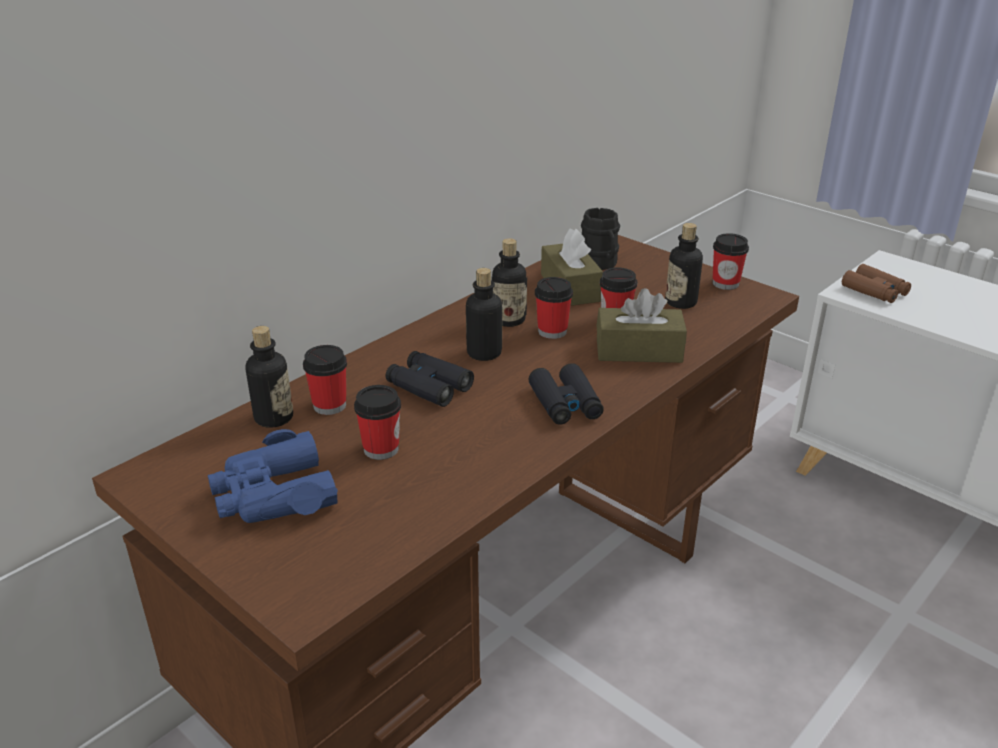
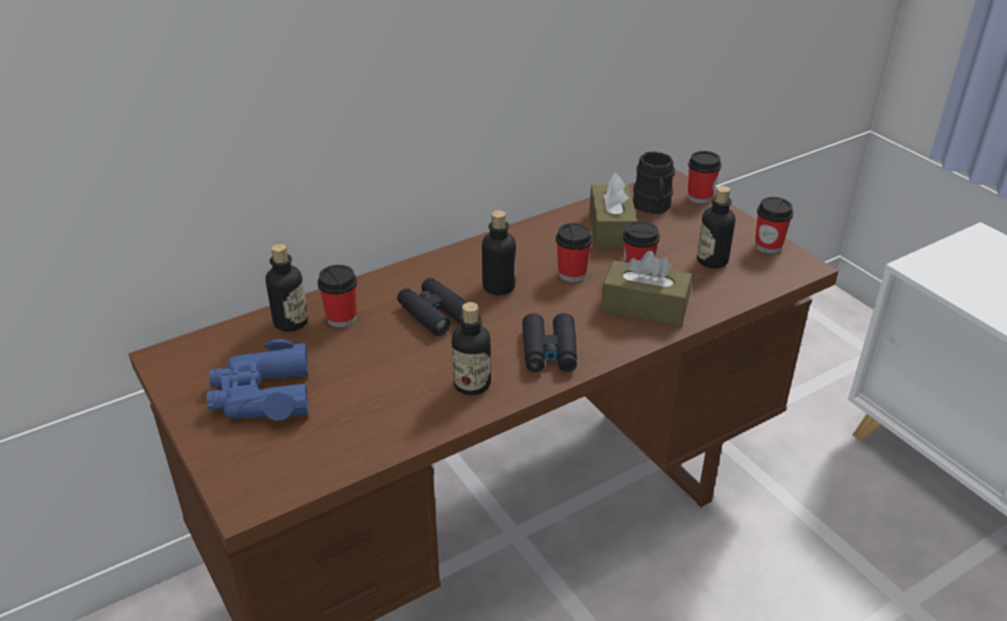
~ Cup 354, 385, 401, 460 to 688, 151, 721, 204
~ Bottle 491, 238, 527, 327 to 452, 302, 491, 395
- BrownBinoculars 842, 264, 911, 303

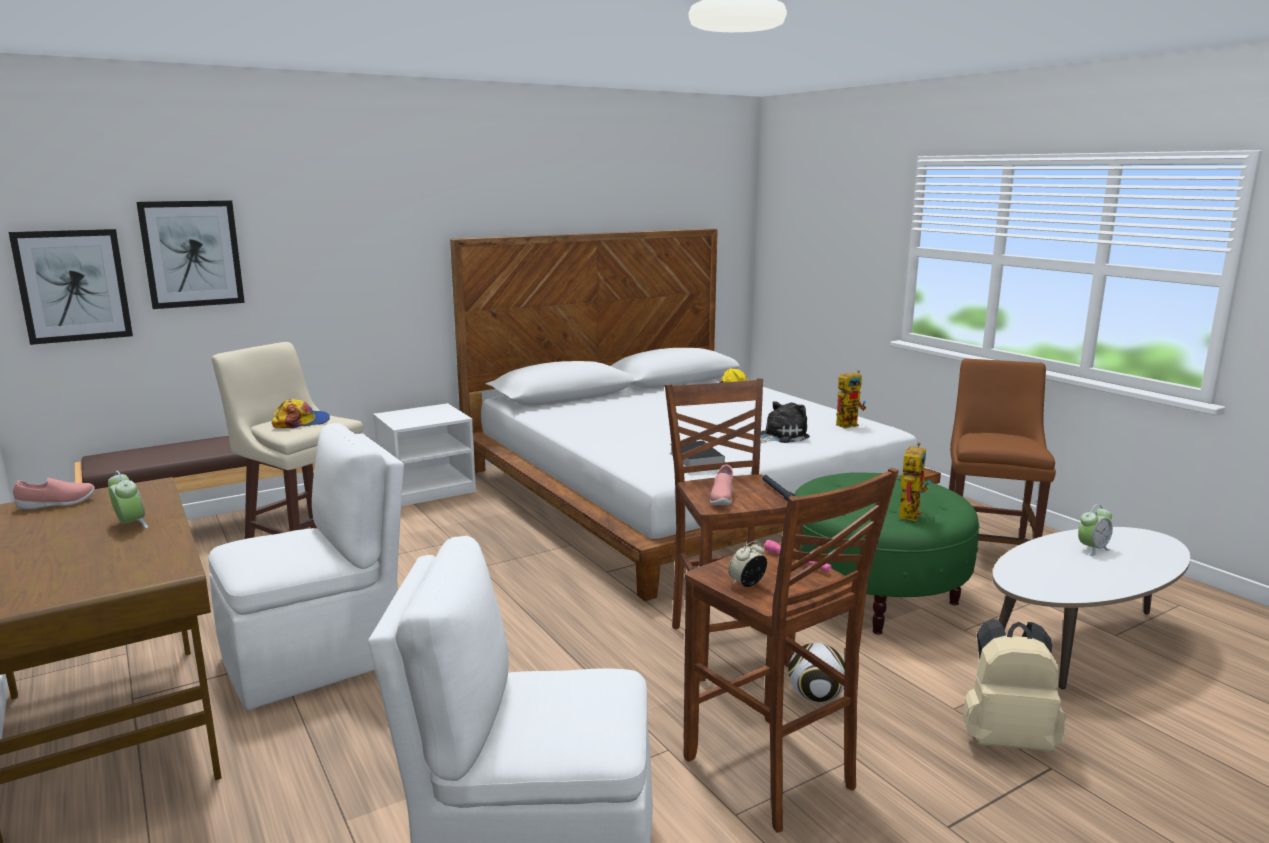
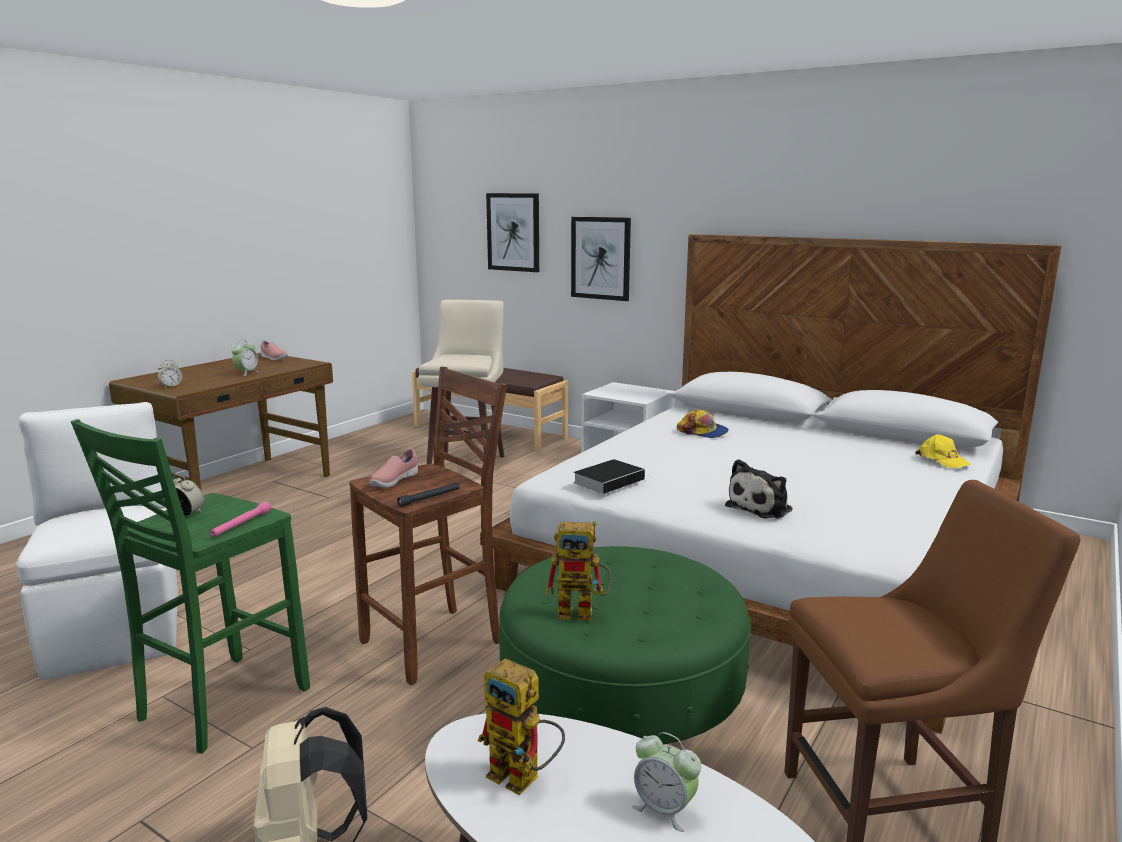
~ Picture 9, 229, 133, 345 to 571, 217, 631, 301
- WhiteChair 208, 423, 404, 710
~ Cap 272, 399, 330, 428 to 677, 409, 729, 438
~ BrownStool 683, 468, 899, 833 to GreenStool 71, 419, 310, 754
~ PinkShoe 710, 464, 733, 505 = 369, 449, 418, 488 45 degrees counterclockwise
~ PlushToy 761, 401, 810, 443 = 725, 459, 793, 519 105 degrees clockwise
- Football 788, 643, 845, 703
~ ToyRobot 836, 370, 866, 428 to 478, 659, 565, 795
+ AlarmClock 158, 360, 182, 388

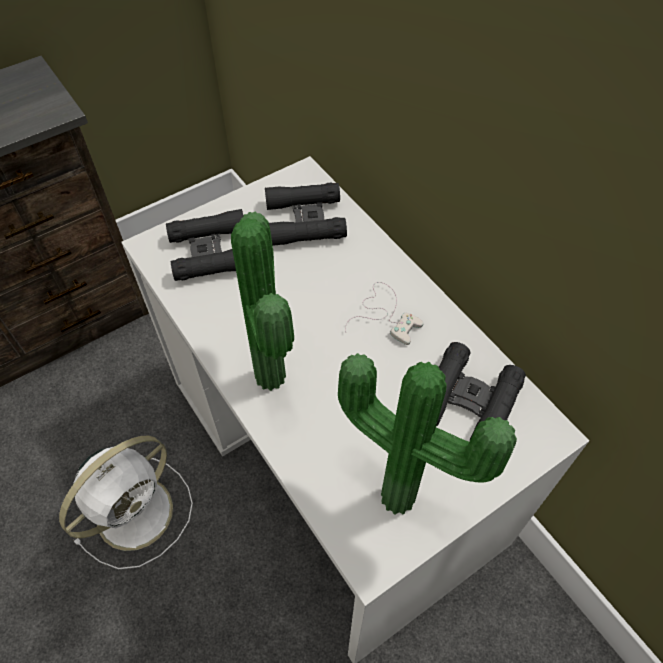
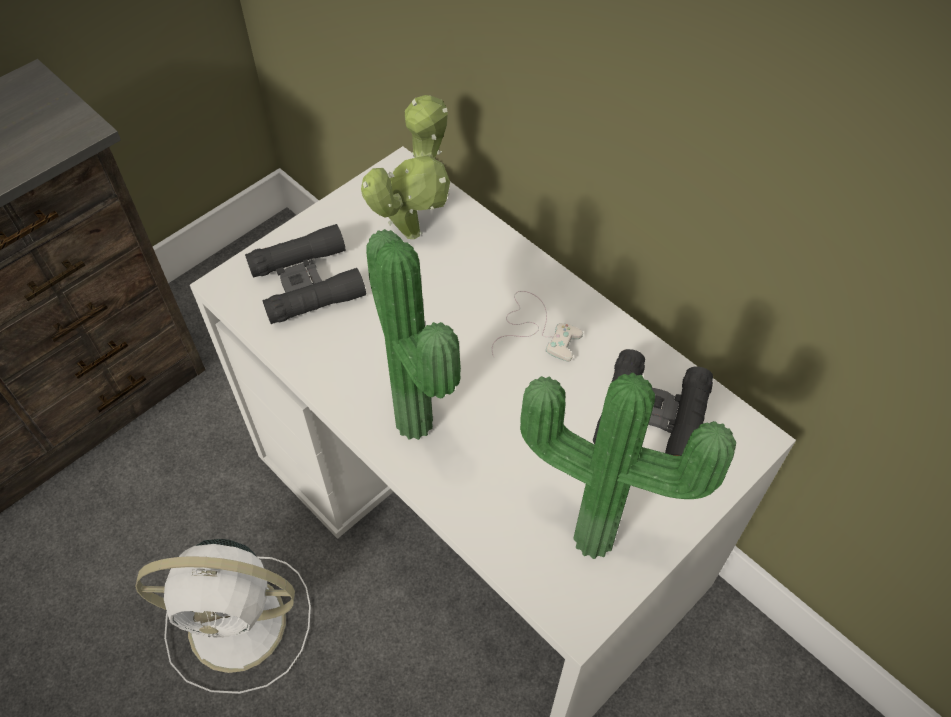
~ WhiteFan 59, 436, 193, 569 = 135, 539, 311, 694 60 degrees clockwise
~ BlackBinoculars 265, 183, 347, 246 to PottedPlant 361, 95, 450, 239

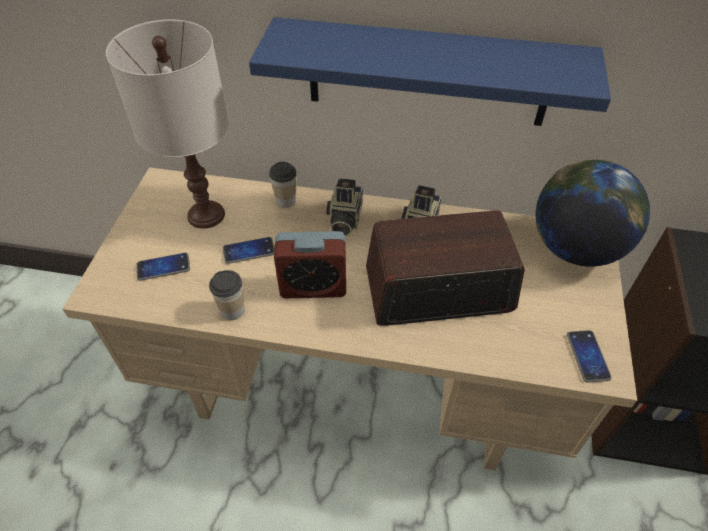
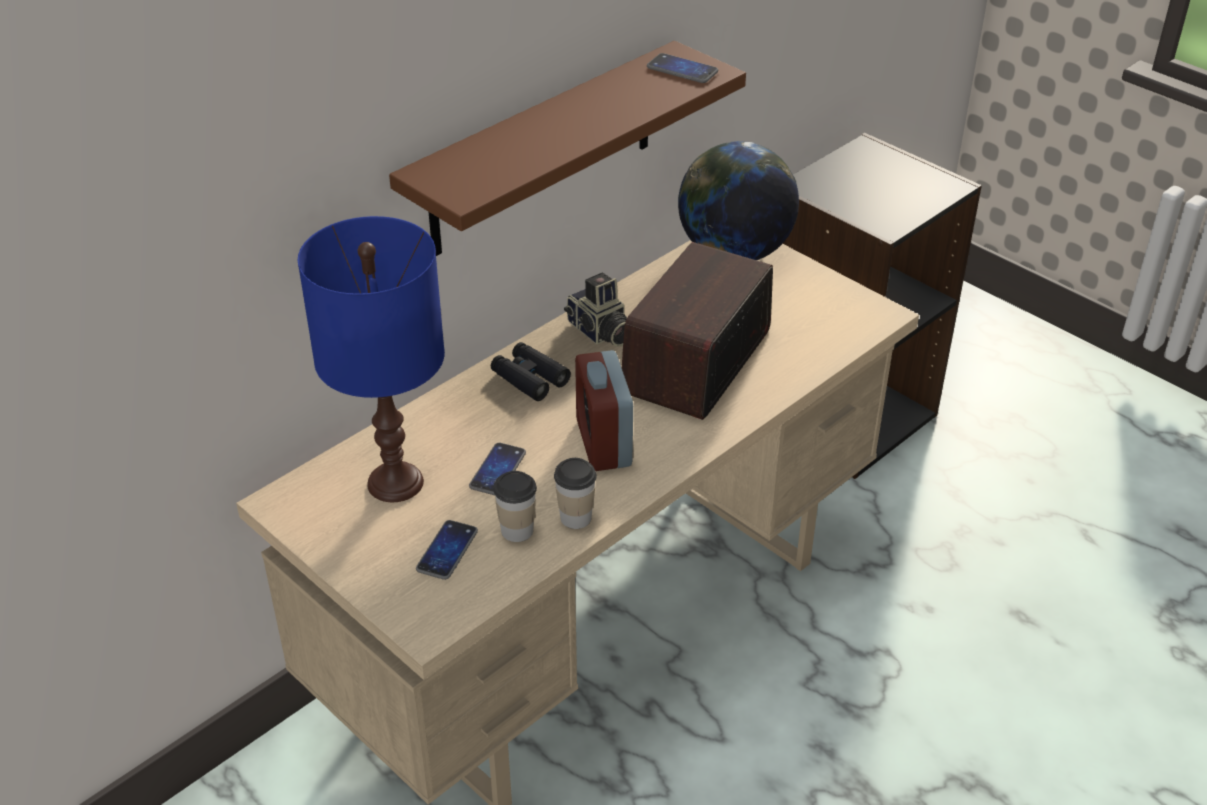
~ WhiteTableLamp 106, 19, 229, 229 to BlueTableLamp 298, 216, 445, 502
~ BlueShelf 249, 17, 611, 126 to BrownShelf 389, 41, 746, 256
~ Cup 269, 162, 297, 208 to 493, 471, 537, 542
~ AlarmClock 274, 231, 346, 298 = 575, 350, 633, 471 135 degrees clockwise
~ PhotoCamera 326, 178, 363, 237 to BlackBinoculars 491, 342, 571, 401
~ Phone 567, 330, 612, 383 to 647, 53, 718, 83

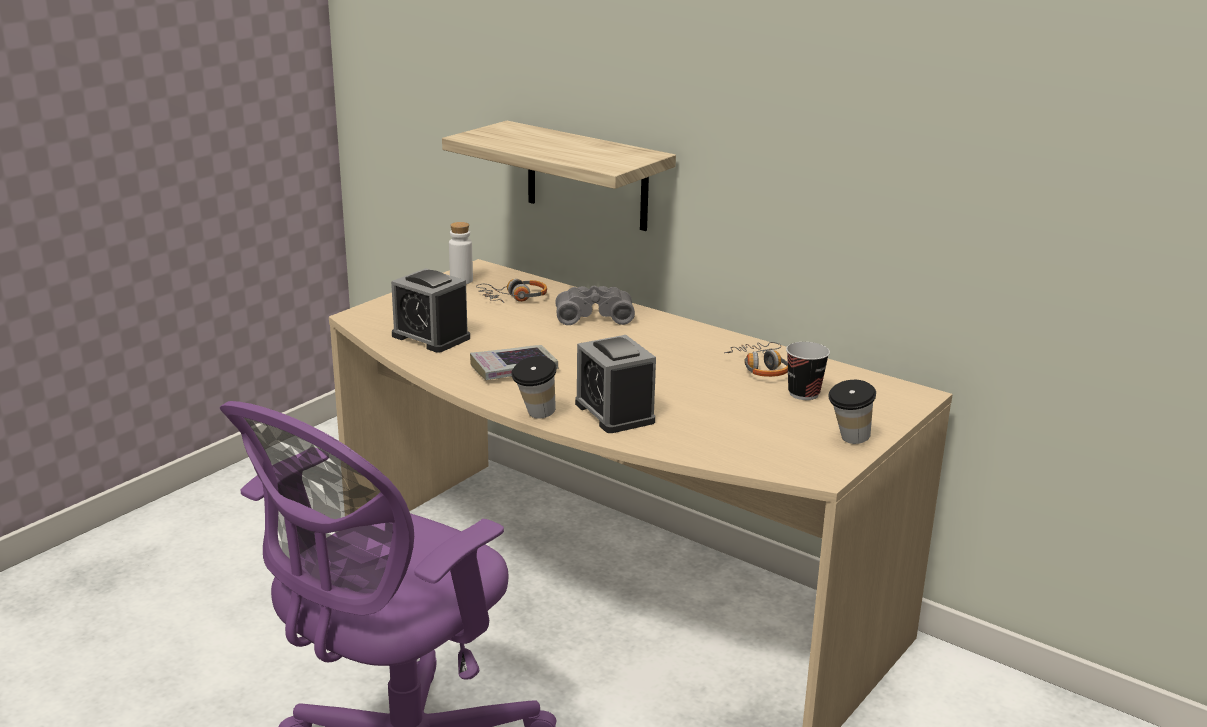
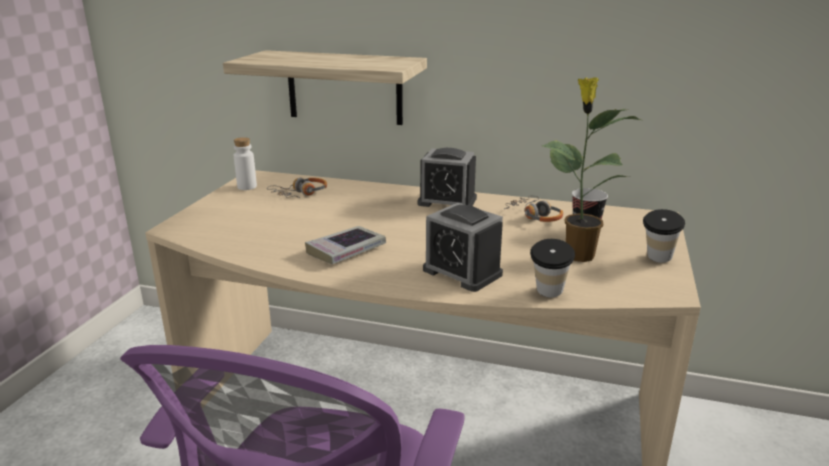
~ AlarmClock 391, 268, 470, 353 to 417, 148, 477, 207
~ Cup 511, 356, 556, 419 to 530, 239, 575, 298
- GreyBinoculars 555, 286, 635, 325
+ PottedPlant 542, 77, 641, 262

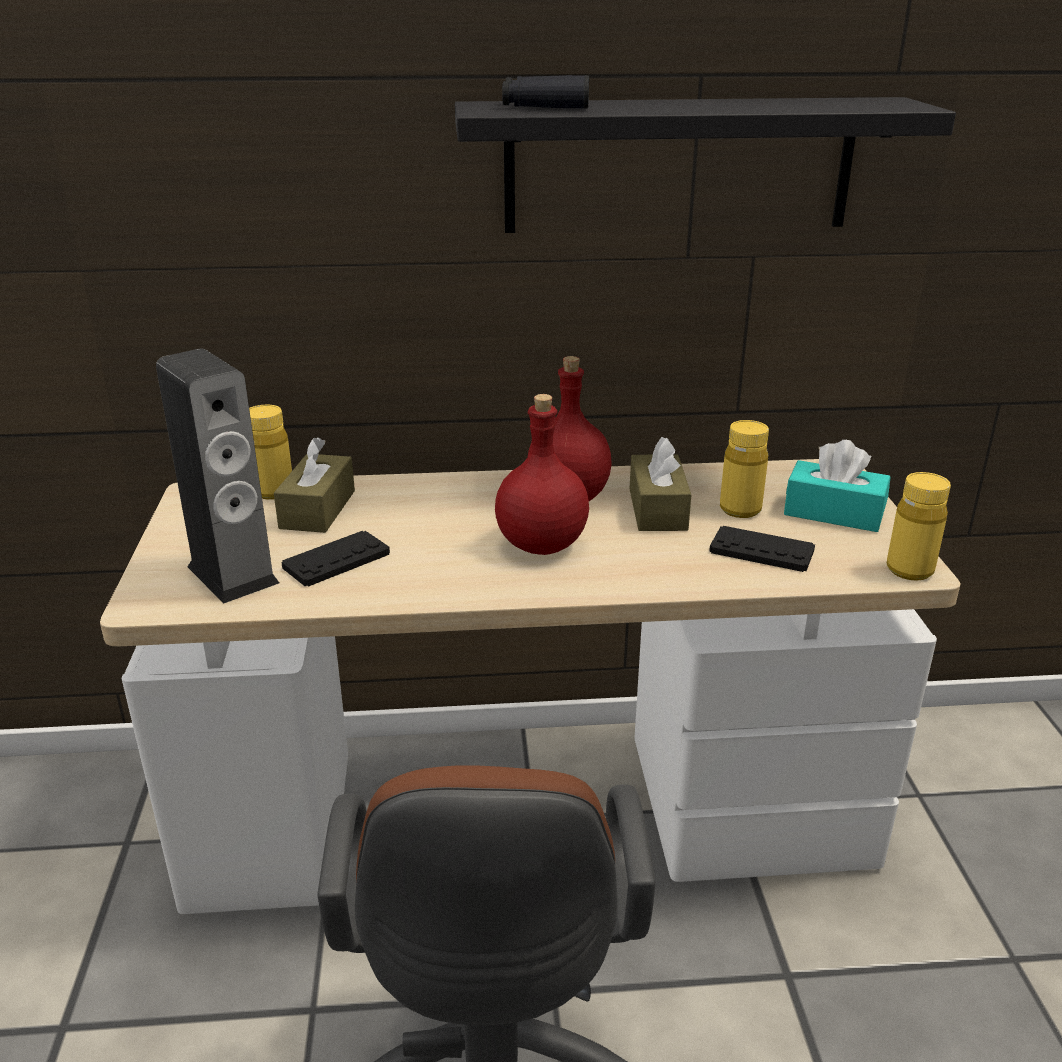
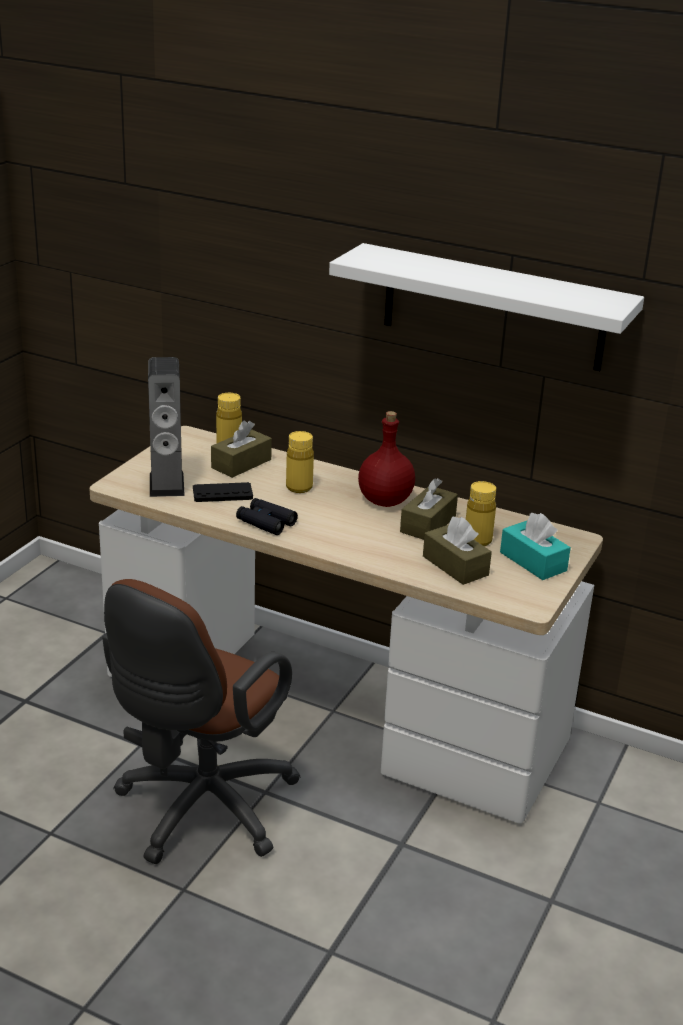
~ BlackShelf 455, 97, 956, 233 to WhiteShelf 329, 243, 644, 371
- RedBottle 495, 394, 589, 555
~ BlackBinoculars 502, 75, 589, 109 to 236, 498, 298, 535
~ BlackGameController 709, 526, 815, 572 to BrownTissueBox 423, 517, 492, 585
~ YellowBottle 887, 472, 951, 581 to 286, 431, 314, 493

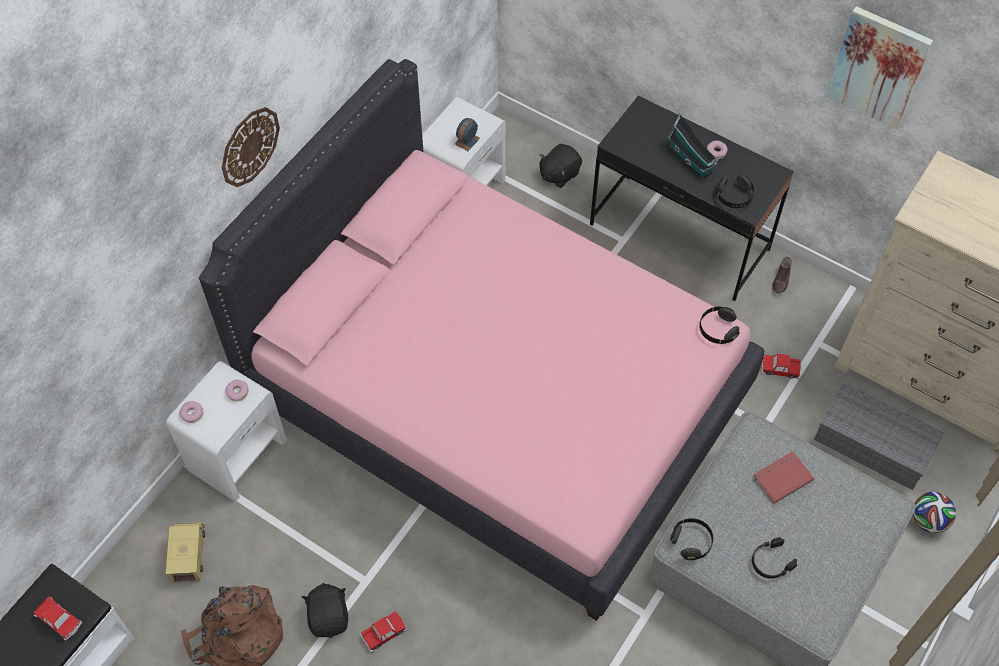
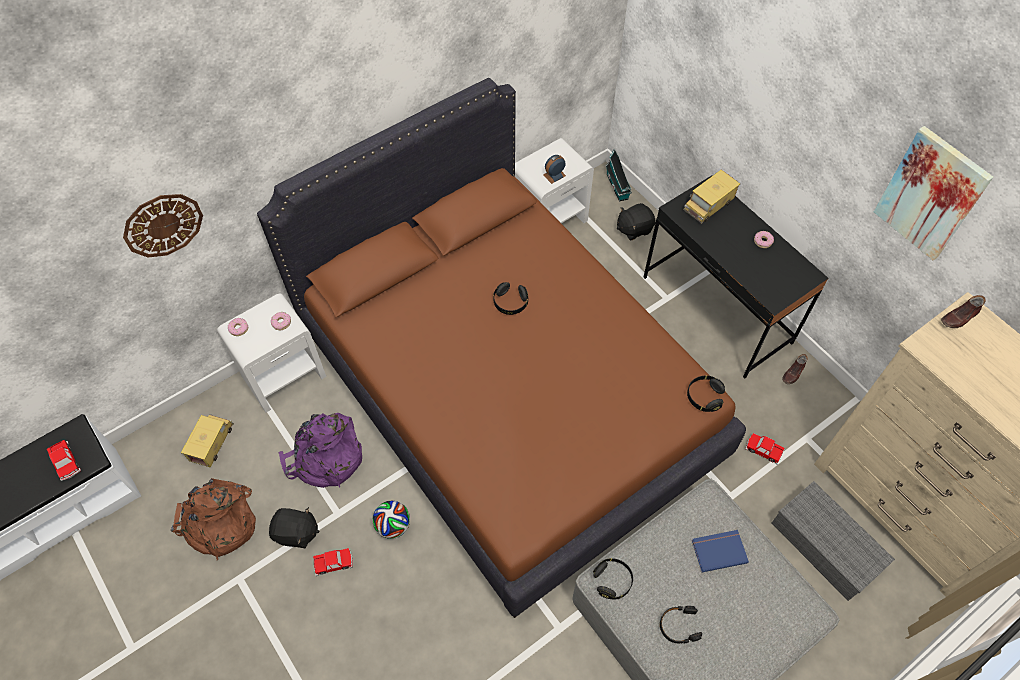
~ PinkBed 199, 59, 764, 621 to BrownBed 257, 78, 746, 618
~ WallClock 222, 107, 280, 187 to 123, 194, 203, 257
~ BlackPlushToy 302, 583, 348, 638 = 269, 507, 319, 548 90 degrees clockwise
~ ToyHouse 668, 113, 718, 179 to 606, 149, 632, 202
~ BlackHeadphones 716, 175, 755, 208 to 493, 282, 528, 315
~ RedBook 753, 451, 814, 504 to BlueBook 692, 530, 749, 572
~ Football 913, 492, 956, 533 to 372, 501, 410, 539
+ PurpleBackpack 278, 413, 362, 488
+ ToyTruck 683, 170, 740, 224
+ BrownShoe 941, 295, 986, 328

